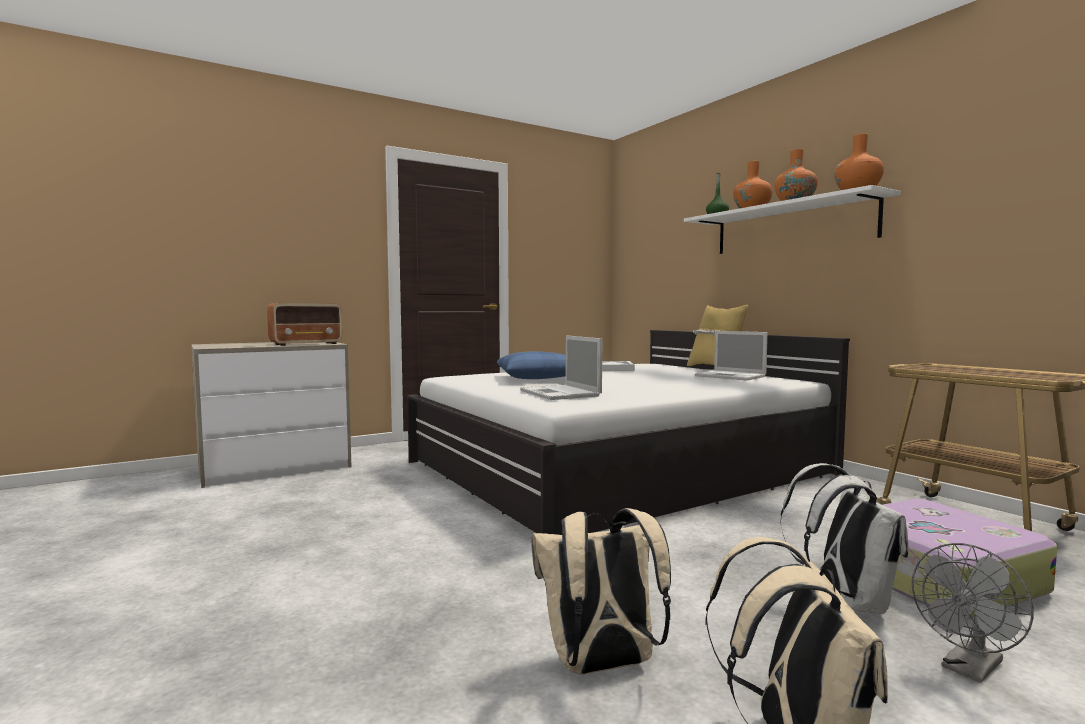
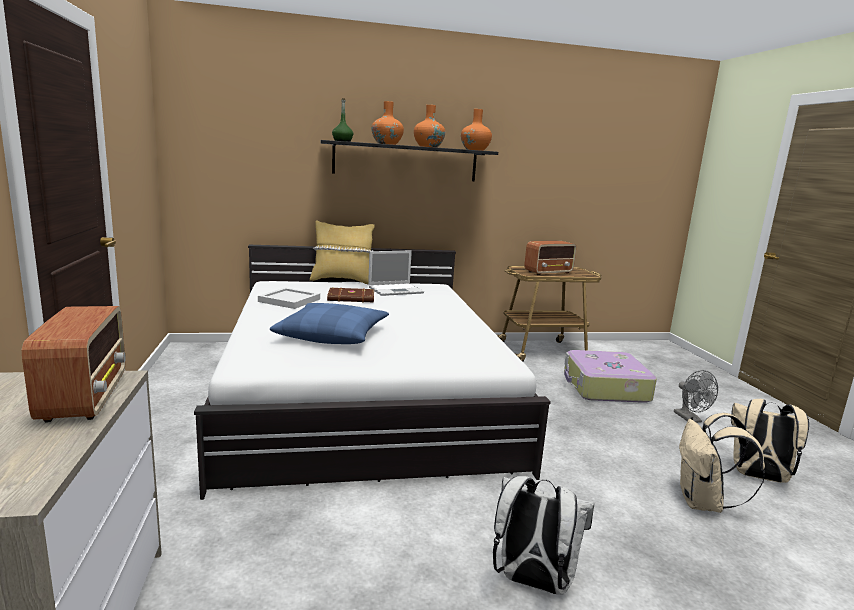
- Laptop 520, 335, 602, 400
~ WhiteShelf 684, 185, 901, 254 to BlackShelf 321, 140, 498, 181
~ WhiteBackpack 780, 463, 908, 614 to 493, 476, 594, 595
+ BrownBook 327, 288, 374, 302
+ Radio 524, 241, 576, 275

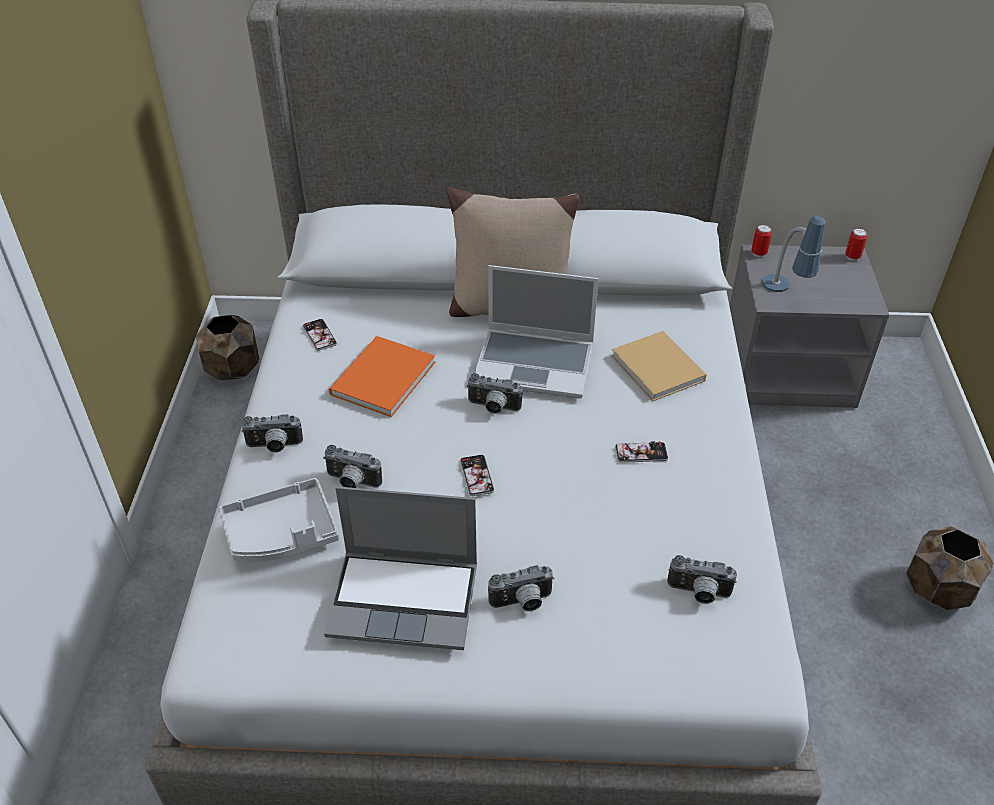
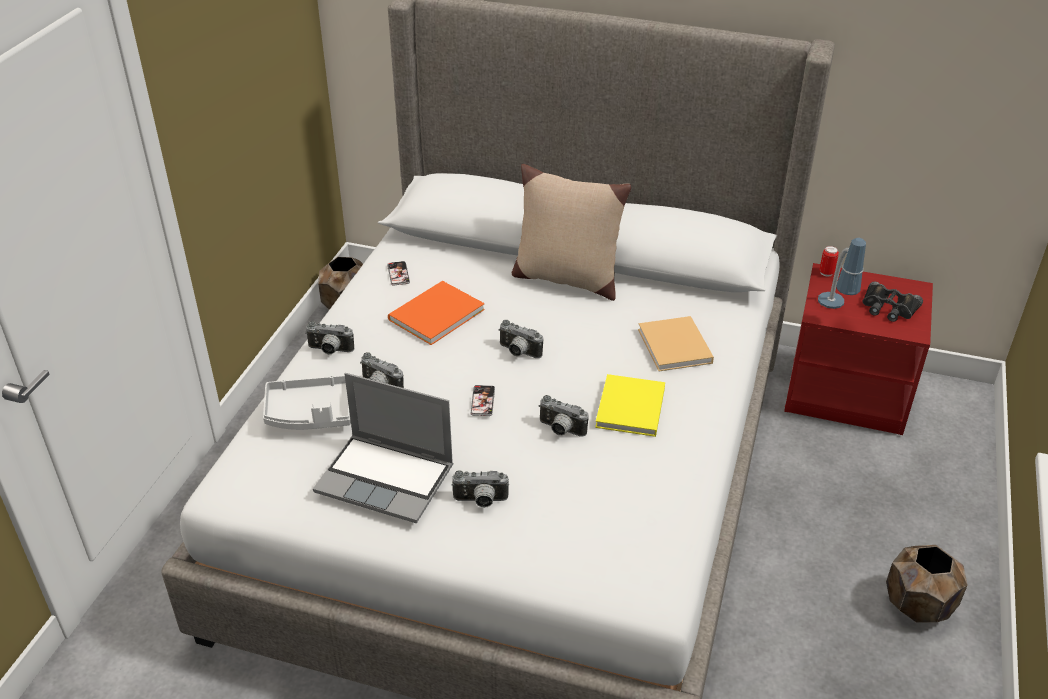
- Laptop 475, 265, 599, 398
~ Phone 615, 441, 668, 463 to YellowBook 595, 374, 665, 437
~ PhotoCamera 667, 555, 737, 604 to 539, 395, 589, 437
~ GreyNightstand 730, 245, 889, 408 to RedNightstand 784, 263, 933, 435
- Can 845, 228, 868, 261
+ BlackBinoculars 862, 282, 923, 322

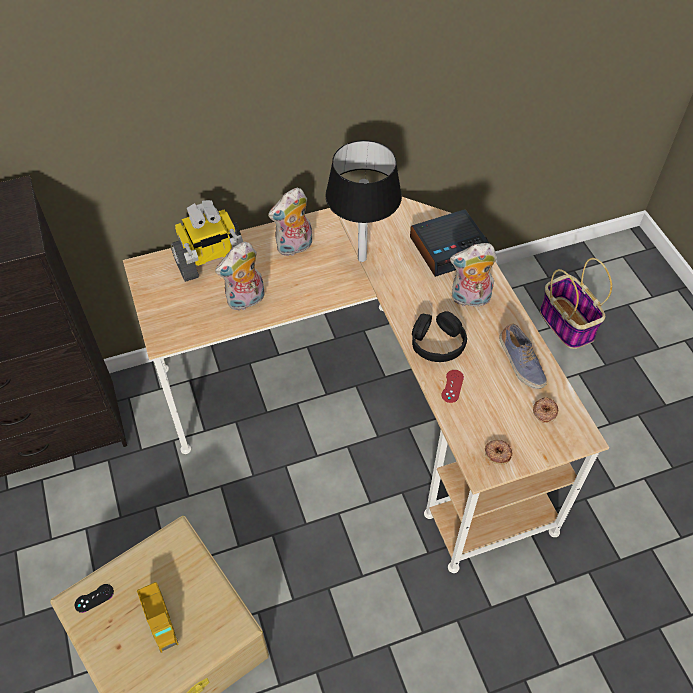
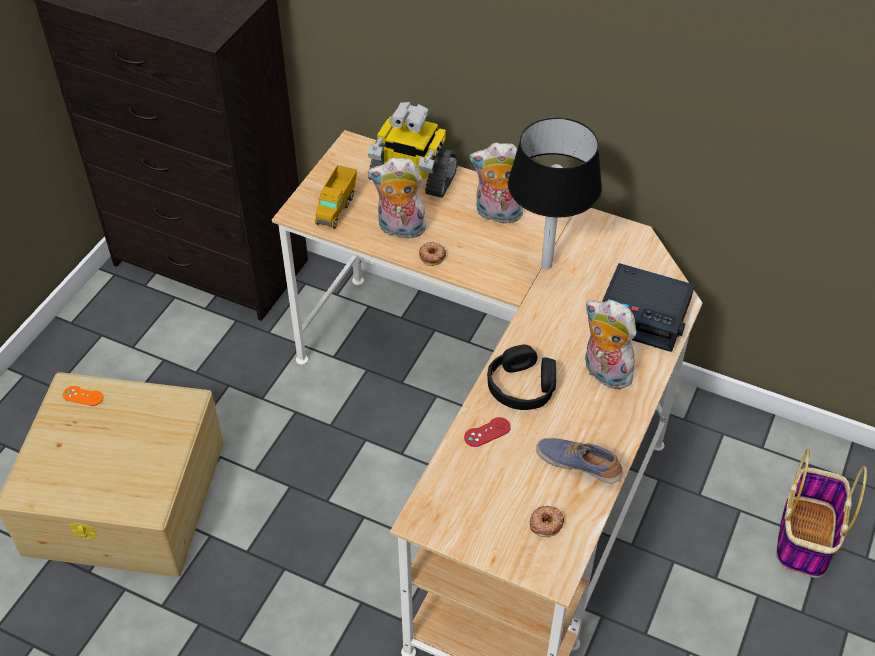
~ BlackGameController 75, 584, 114, 613 to OrangeGameController 63, 386, 103, 406
~ ToyTruck 137, 582, 179, 653 to 315, 165, 357, 229
~ Donut 485, 440, 513, 464 to 419, 242, 446, 266
~ Shoe 499, 324, 547, 389 = 536, 438, 623, 484 105 degrees clockwise

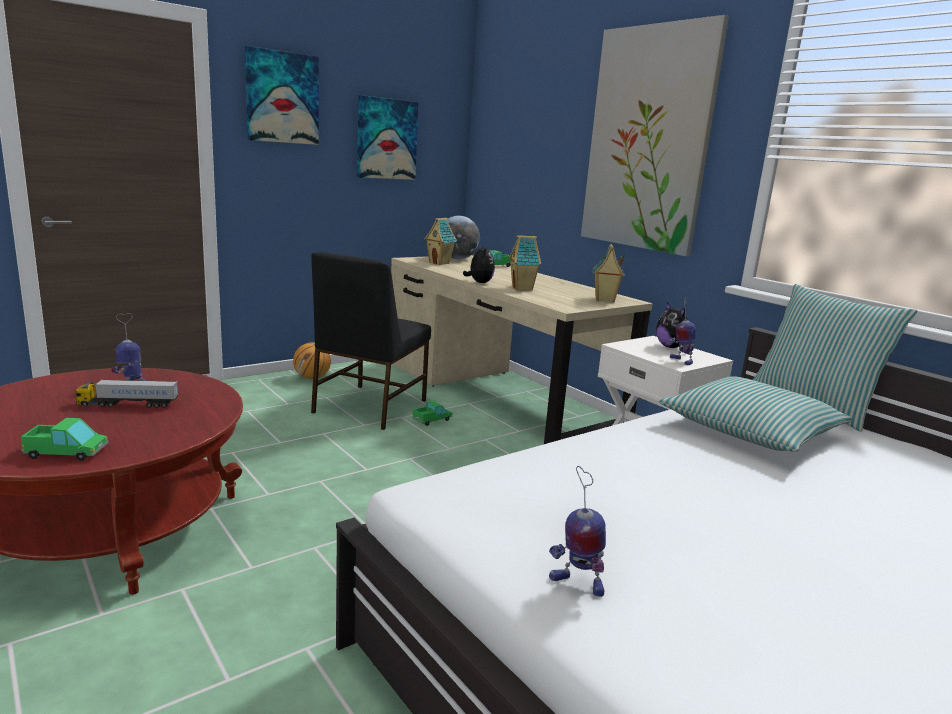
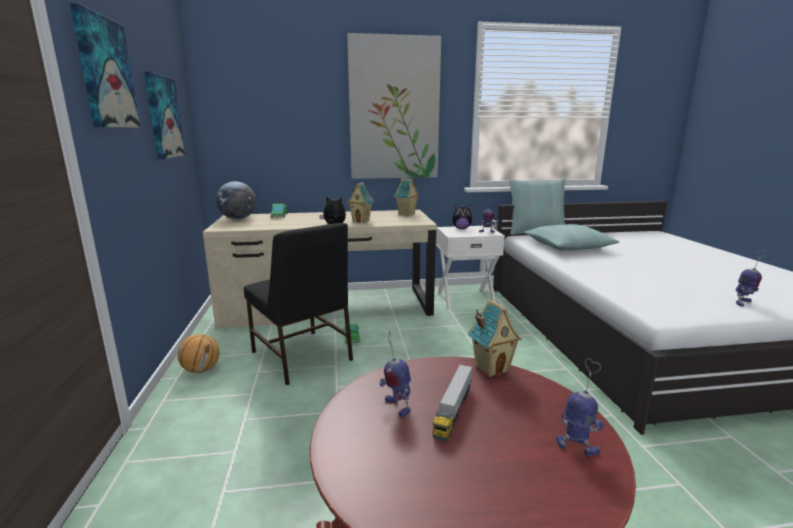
~ ToyTruck 21, 418, 109, 461 to ToyRobot 556, 358, 604, 456
~ ToyHouse 424, 218, 457, 265 to 468, 299, 522, 377

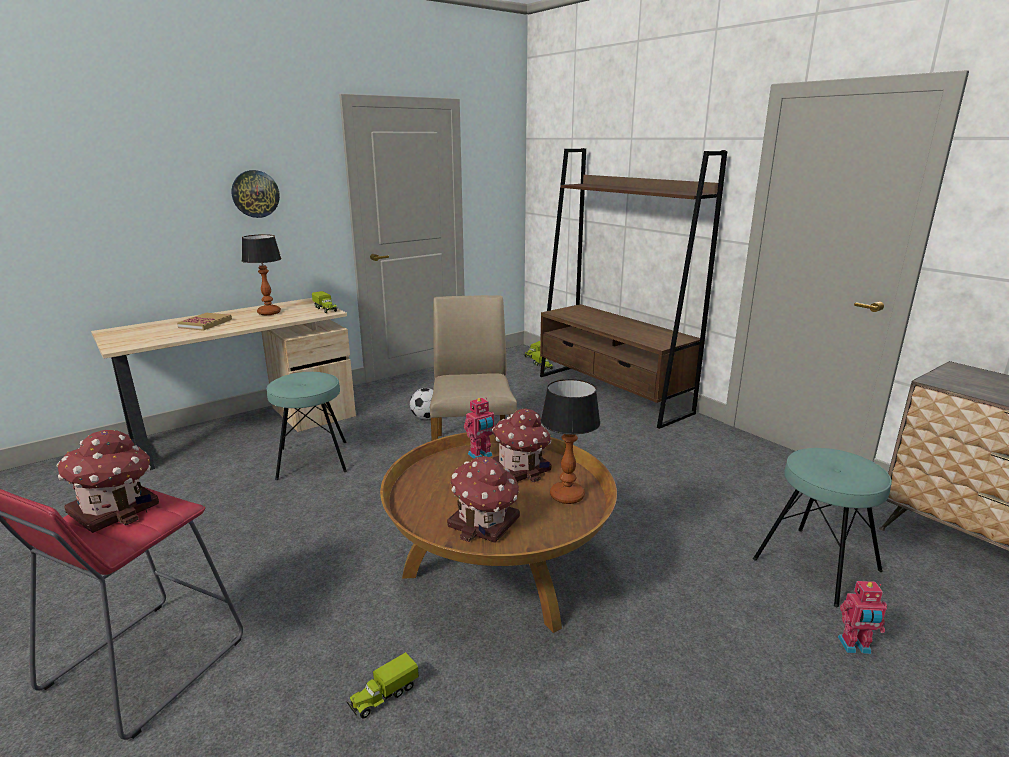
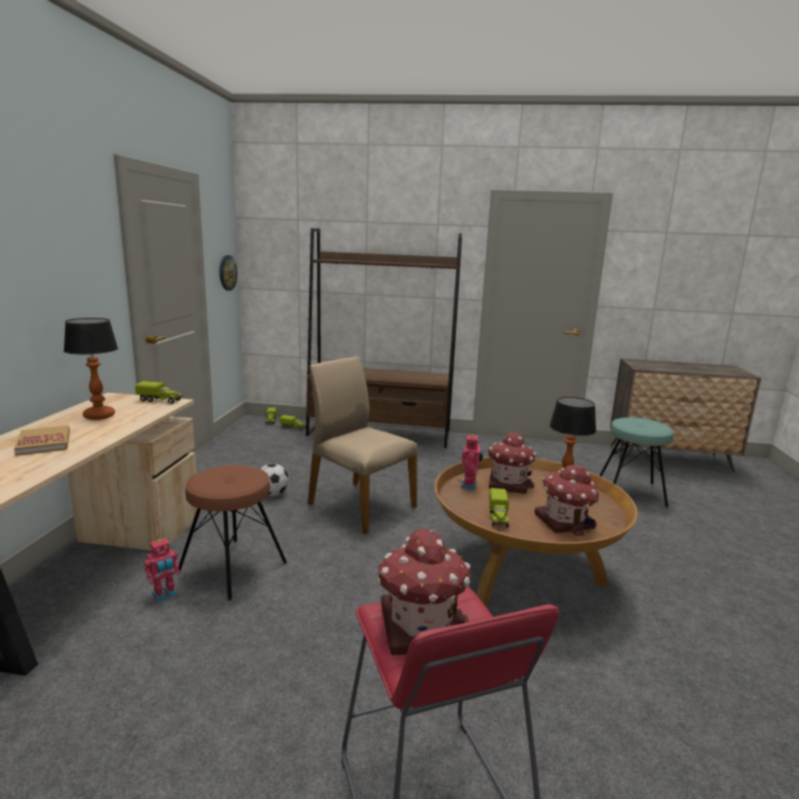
~ WallClock 231, 170, 280, 218 to 219, 255, 237, 291
~ TurquoiseStool 267, 372, 347, 480 to BrownStool 176, 465, 287, 601
~ ToyTruck 347, 652, 419, 719 to 489, 488, 509, 528
~ ToyRobot 838, 581, 887, 654 to 144, 538, 180, 602

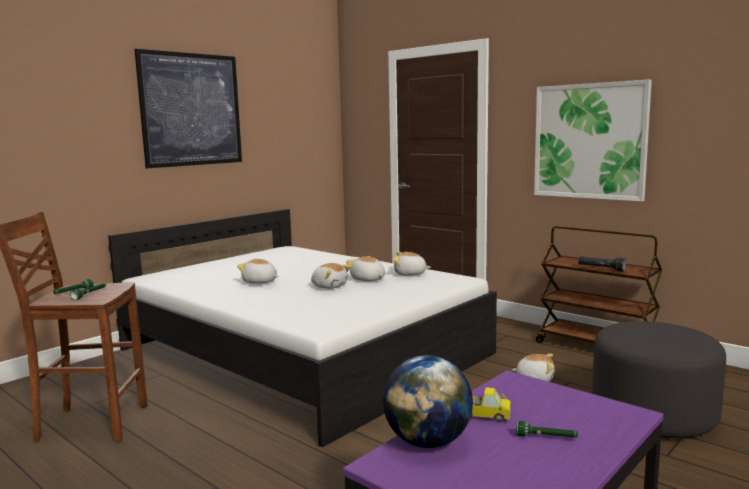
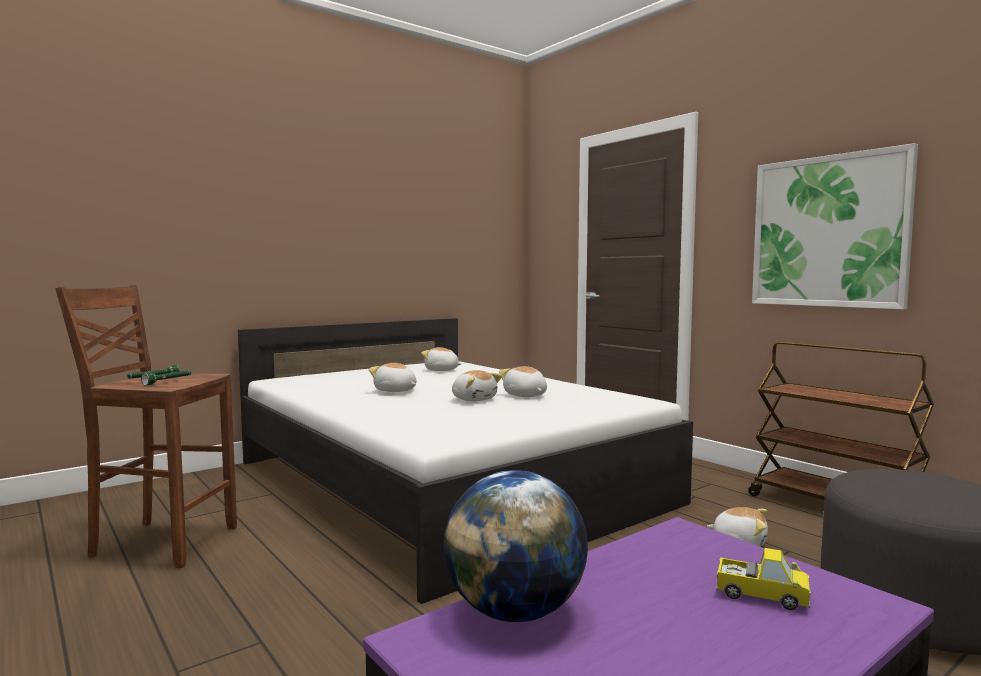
- Picture 134, 49, 242, 168
~ PlushToy 393, 252, 431, 276 to 421, 347, 462, 371
~ ToyTruck 470, 387, 511, 422 to 716, 548, 811, 610
- GreenFlashlight 516, 421, 578, 438
- BlackFlashlight 578, 256, 626, 272

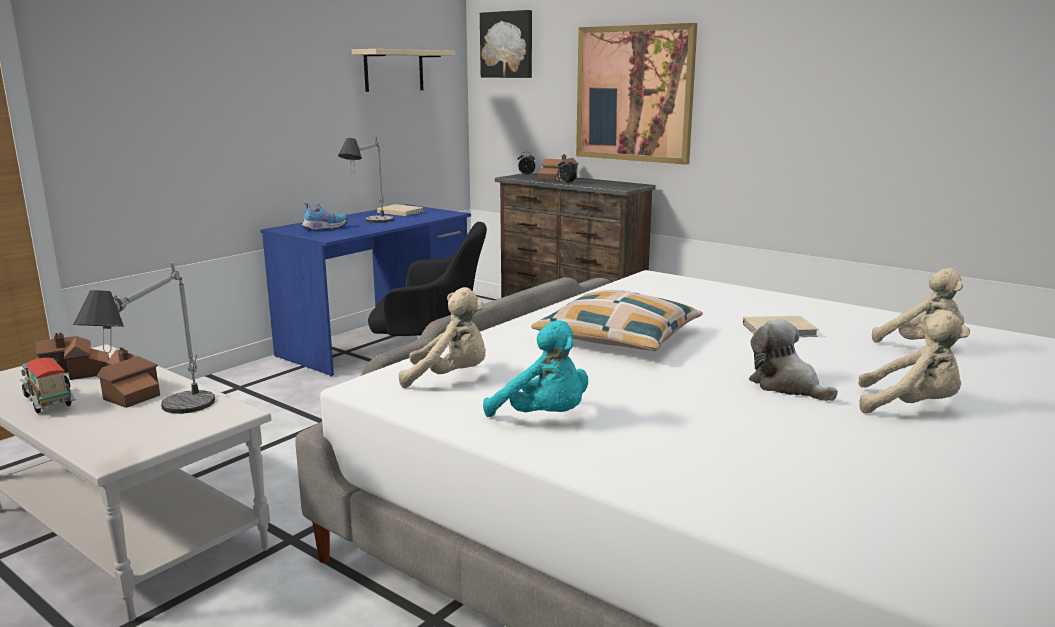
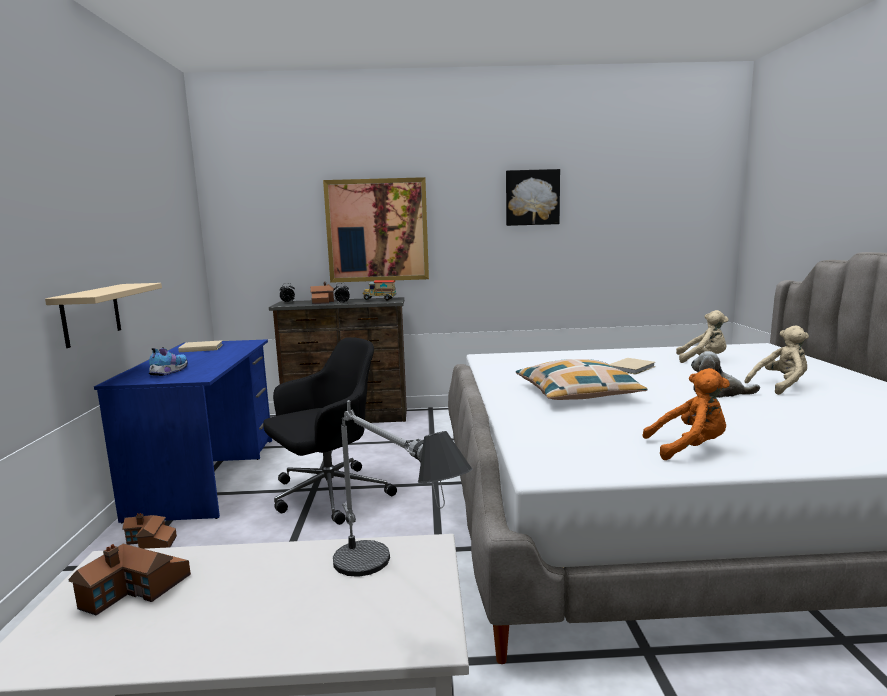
~ ToyTruck 20, 358, 76, 414 to 363, 280, 396, 301
~ ToyHouse 97, 347, 160, 408 to 122, 513, 177, 549
- TableLamp 338, 136, 394, 223
~ BeigeShelf 352, 49, 455, 92 to 45, 283, 162, 348
- BeigePlushToy 399, 287, 486, 388
~ Picture 480, 10, 532, 78 to 506, 169, 560, 226
~ TurquoisePlushToy 483, 320, 588, 417 to OrangePlushToy 642, 368, 730, 460

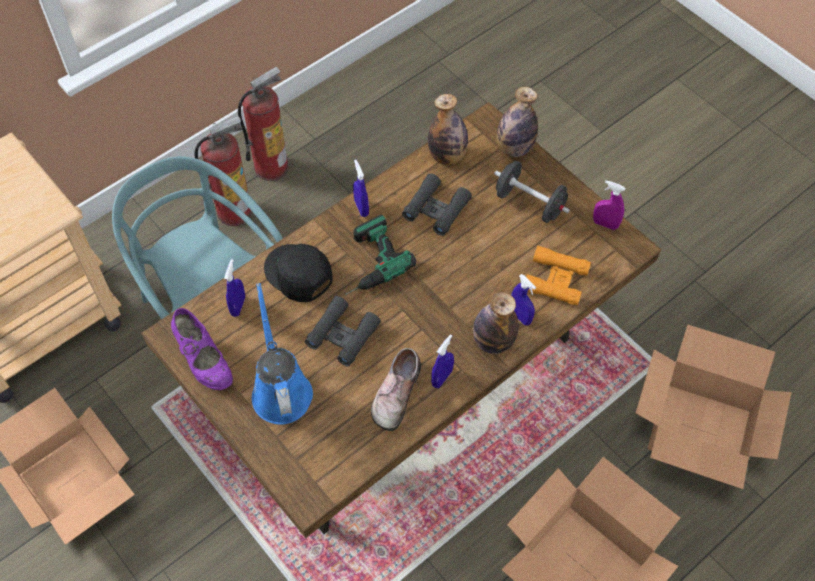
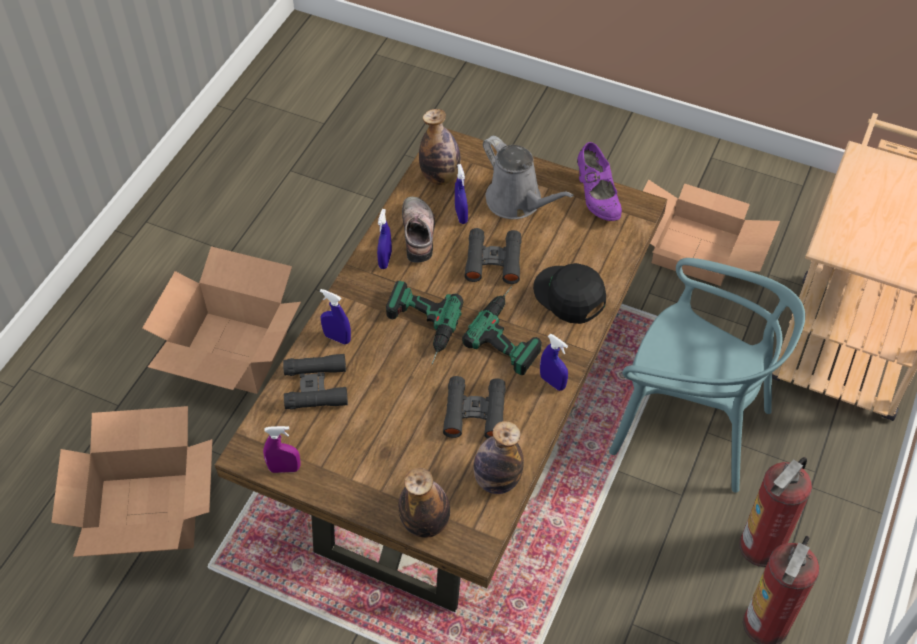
~ PurpleShoe 171, 308, 233, 390 = 577, 142, 622, 221 135 degrees counterclockwise
~ BlueSprayBottle 224, 259, 245, 317 to 455, 164, 468, 224
~ BlueWateringCan 252, 283, 313, 425 to GreyWateringCan 483, 136, 574, 219
~ BlackCap 264, 244, 333, 302 = 533, 263, 606, 324 150 degrees counterclockwise
~ Bottle 473, 292, 519, 354 to 419, 109, 461, 185
- BlackDumbbell 494, 161, 570, 223
~ OrangeBinoculars 526, 246, 591, 305 to BlackBinoculars 283, 354, 348, 409
+ PowerDrill 386, 281, 463, 364

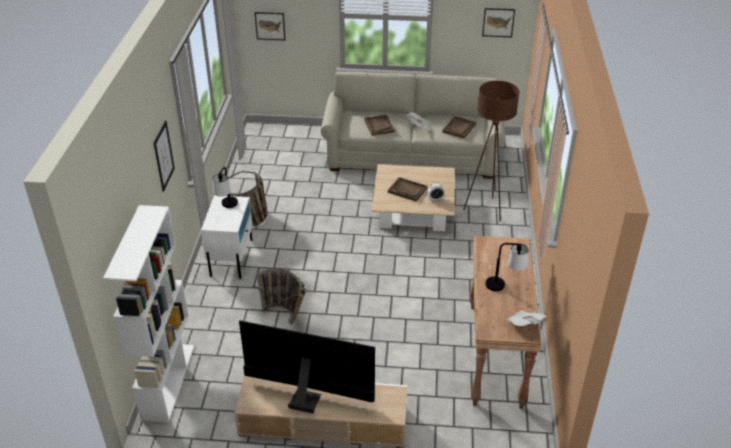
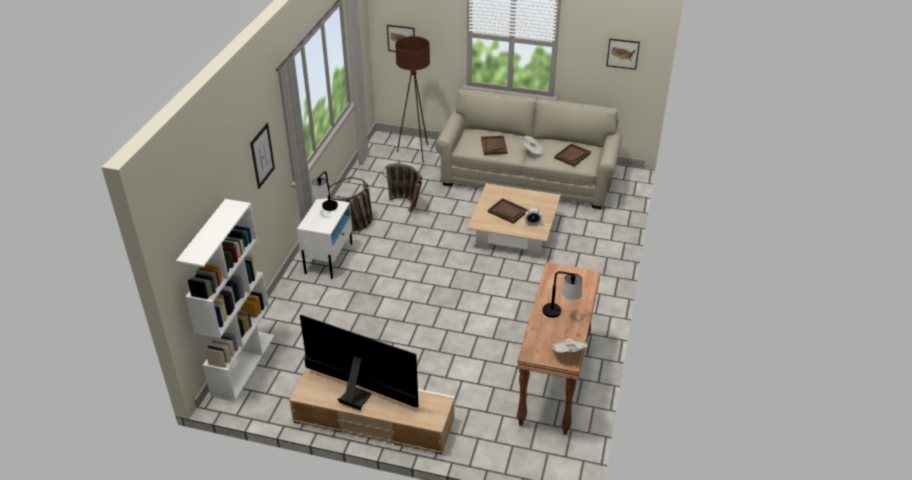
~ Basket 254, 269, 306, 325 to 382, 163, 423, 212
~ BrownFloorLamp 463, 81, 520, 222 to 395, 36, 430, 163

